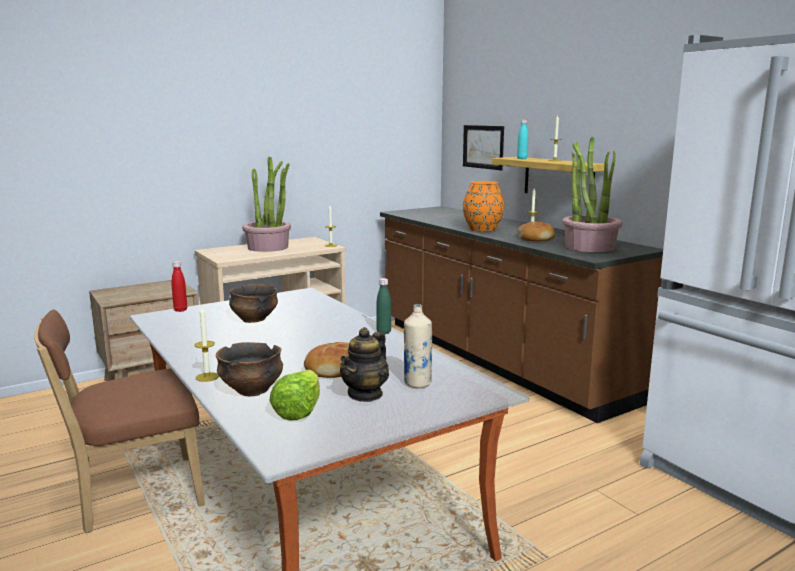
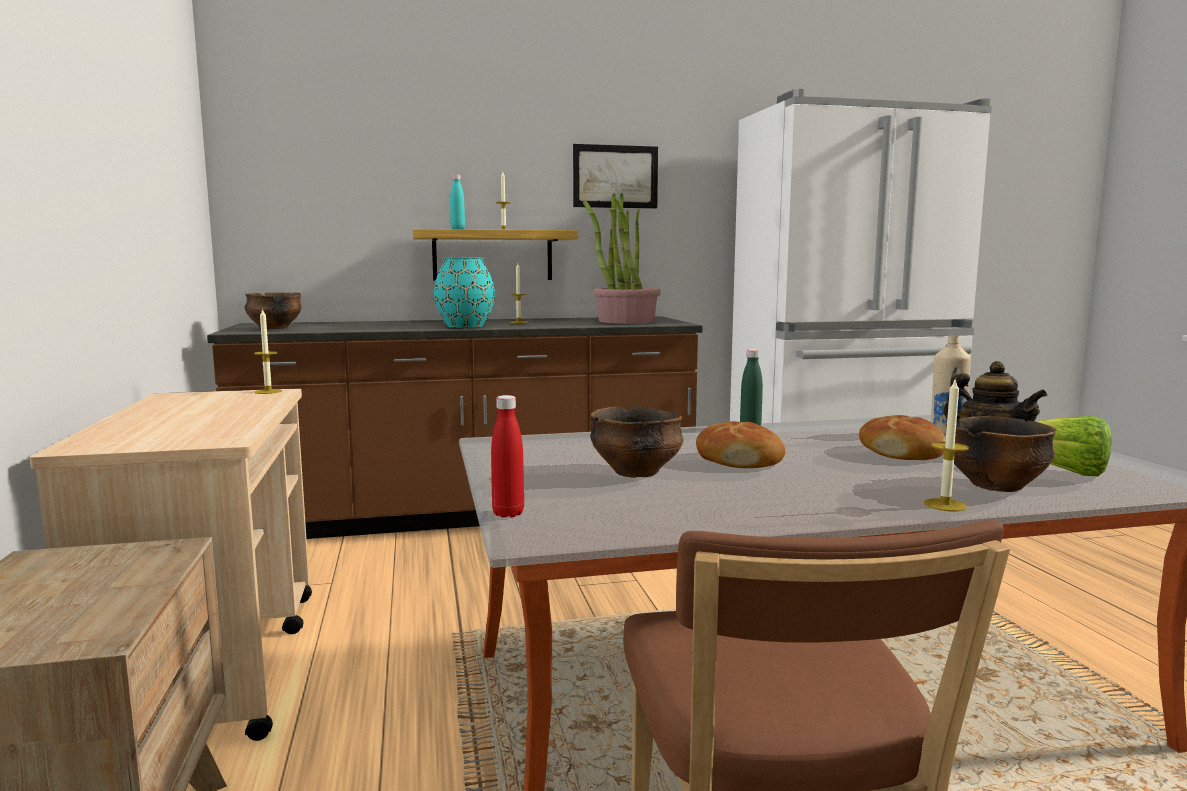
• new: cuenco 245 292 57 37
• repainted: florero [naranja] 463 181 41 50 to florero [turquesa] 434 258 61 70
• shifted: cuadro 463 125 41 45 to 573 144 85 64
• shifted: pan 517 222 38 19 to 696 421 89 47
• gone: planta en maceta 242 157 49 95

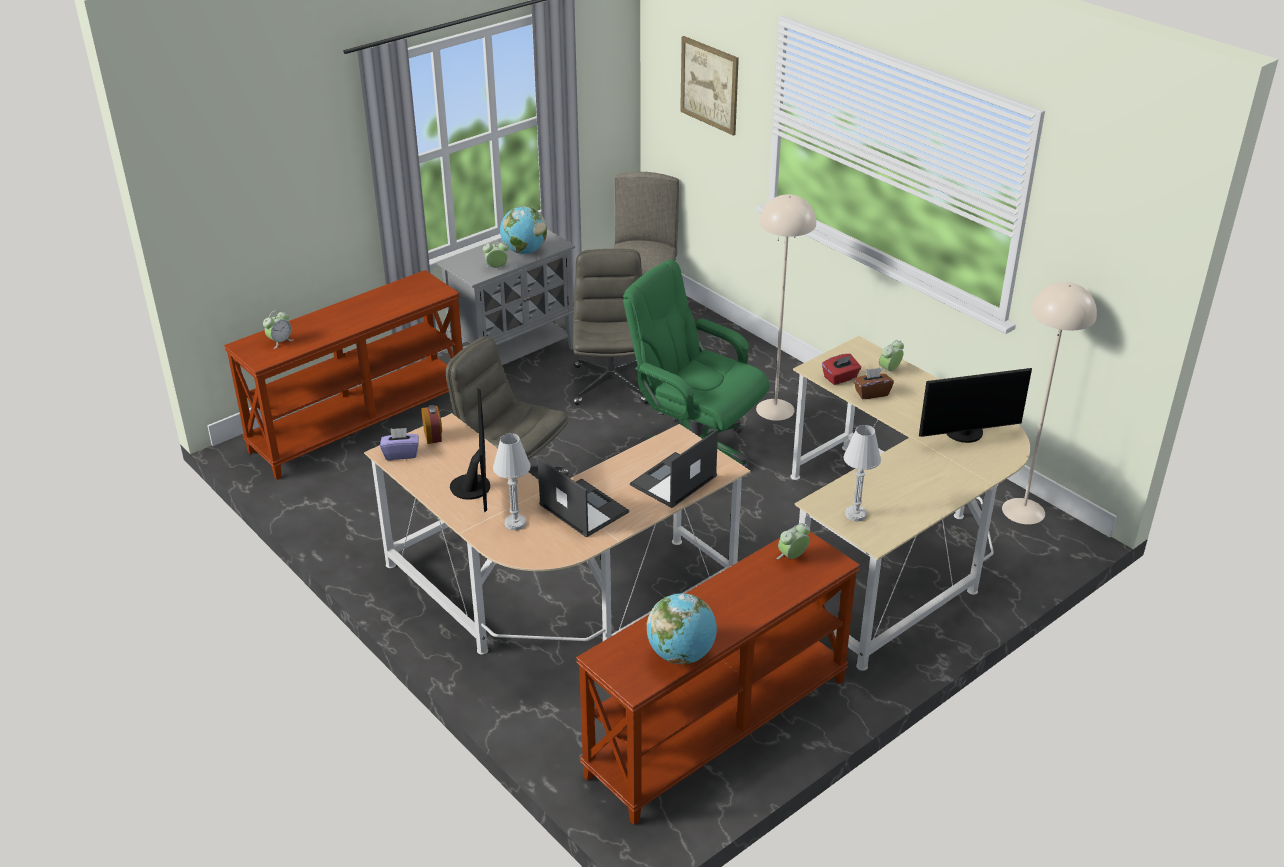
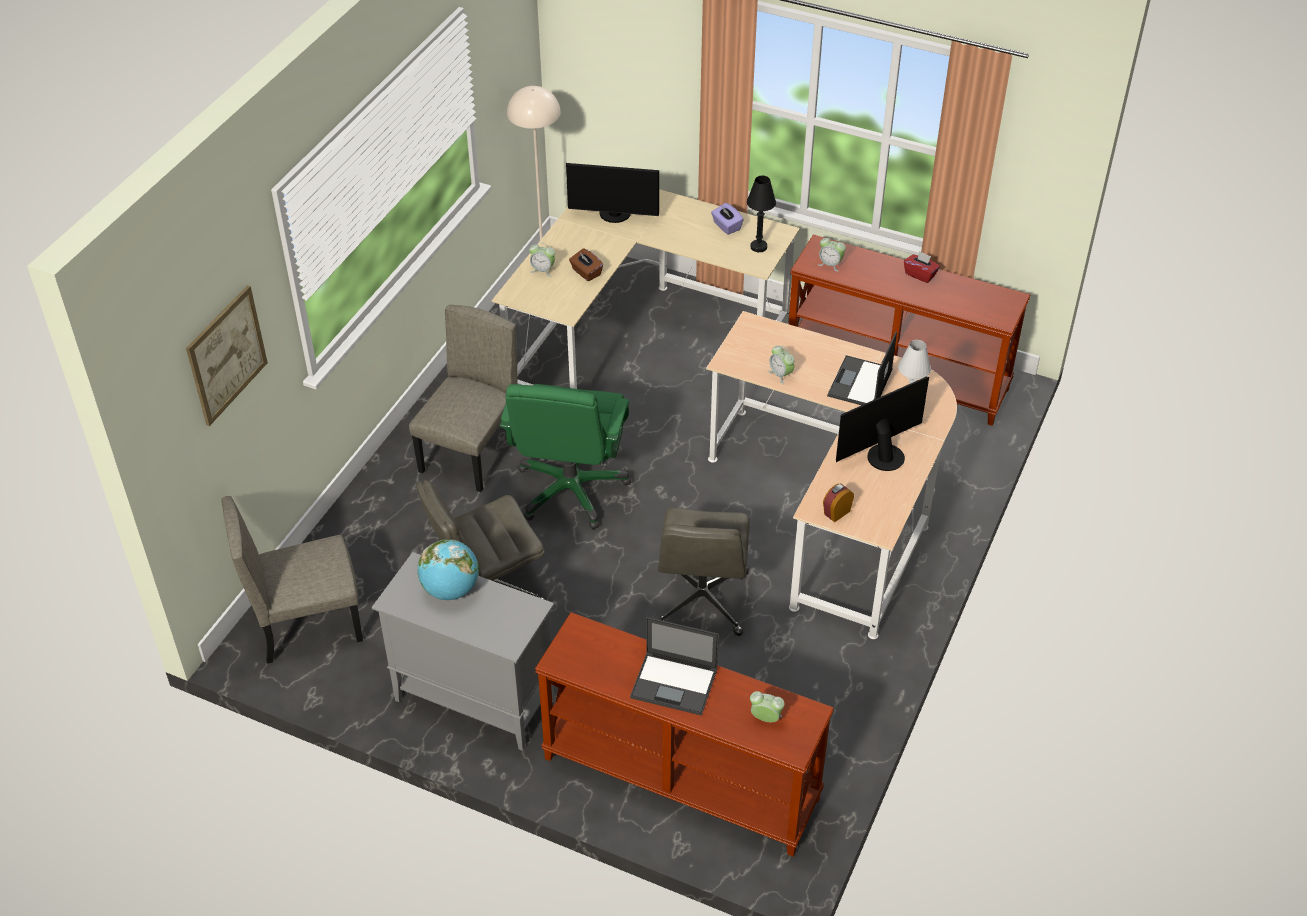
• swapped: lámpara de pie [beis] 756 194 60 227 to silla [beis] 409 305 108 187
• rotated: monitor 919 368 113 75 = 566 163 93 60 135 degrees clockwise
• shifted: portátil 630 429 88 79 to 630 617 89 98
• shifted: caja de pañuelos [morado] 380 428 39 32 to 711 203 33 32
• repainted: lámpara de mesa [blanco] 844 425 37 96 to lámpara de mesa [negro] 747 176 29 76
• shifted: despertador 483 240 26 28 to 768 345 27 39
• shifted: caja de pañuelos [rojo] 822 354 39 31 to 904 251 36 32
• gone: globo terráqueo 647 594 70 70

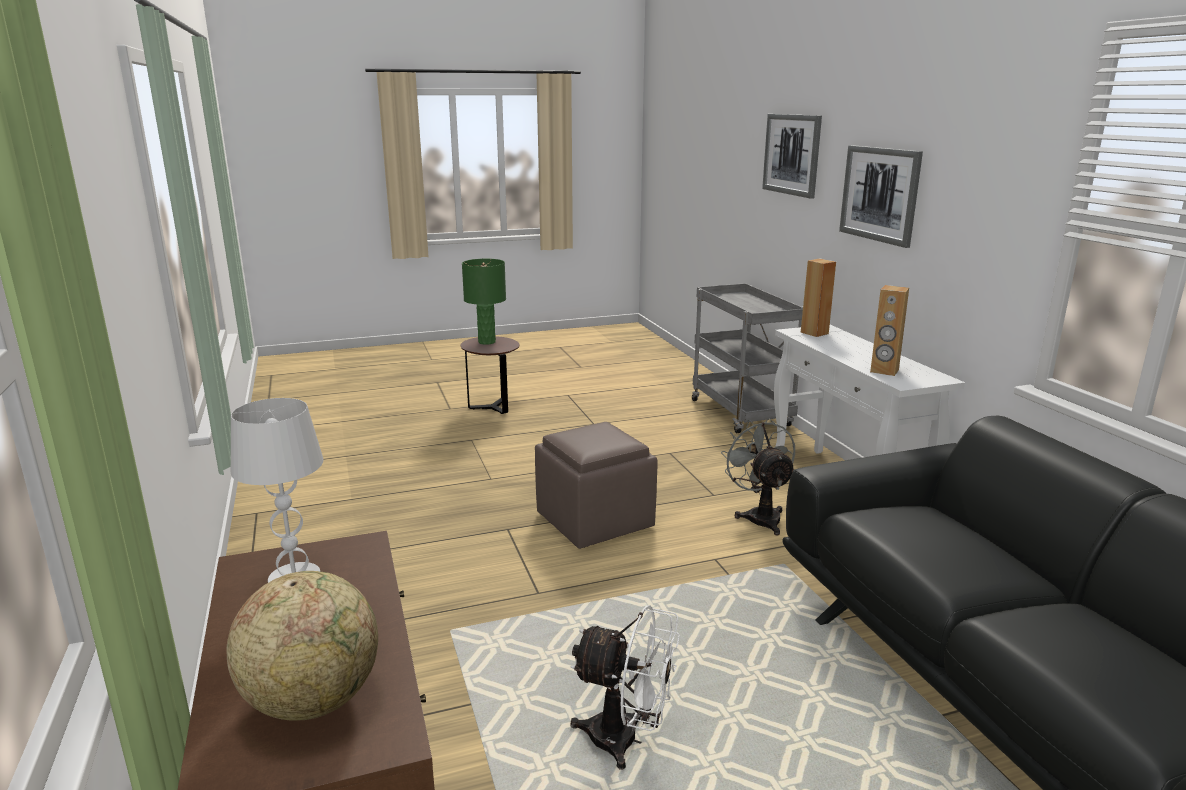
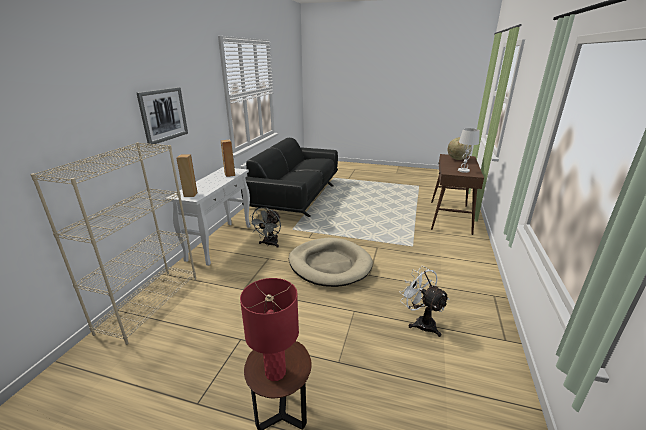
• swapped: carrito [gris] 692 283 111 150 to estantería [beis] 30 142 166 203
• repainted: lámpara de mesa [verde] 462 259 44 86 to lámpara de mesa [rojo] 240 278 59 103
• swapped: puf [marrón] 535 422 122 127 to cama para perro [beis] 289 238 84 49
• shifted: ventilador [blanco] 570 605 110 165 to 399 266 51 71
• gone: cuadro 762 114 60 85

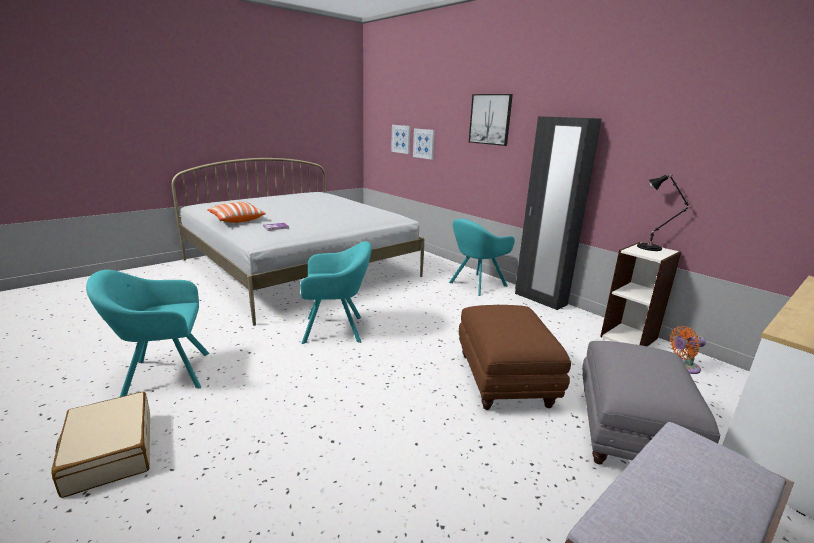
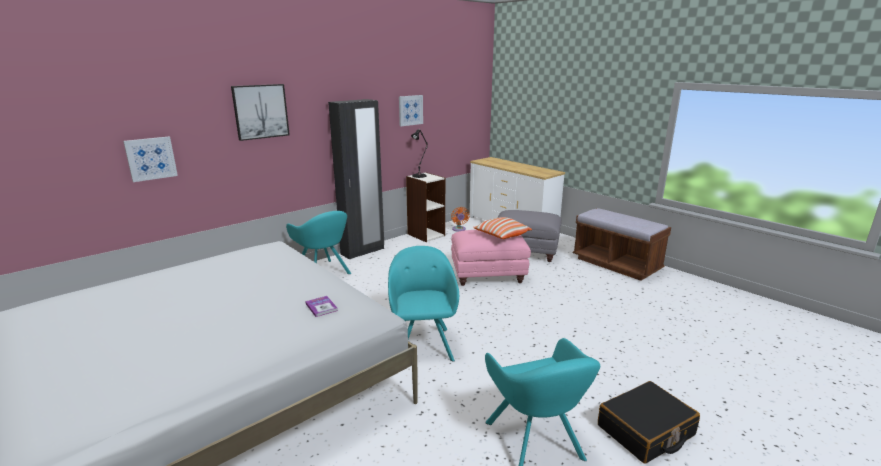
• shifted: cuadro 391 125 20 29 to 399 95 24 31
• repainted: puf [marrón] 459 305 112 105 to puf [rosa] 451 230 80 56
• shifted: cojín 207 202 59 21 to 473 217 59 22
• repainted: maleta [beis] 51 392 99 106 to maleta [negro] 598 381 102 83

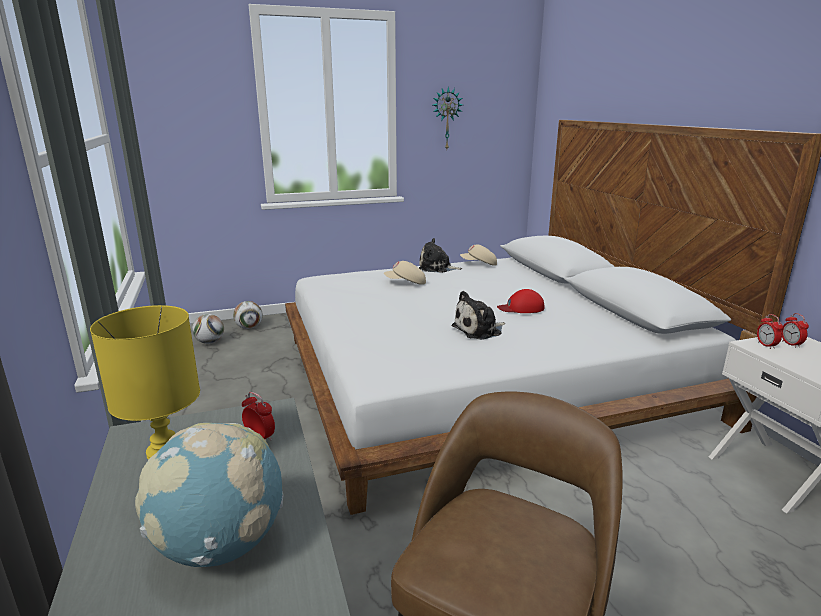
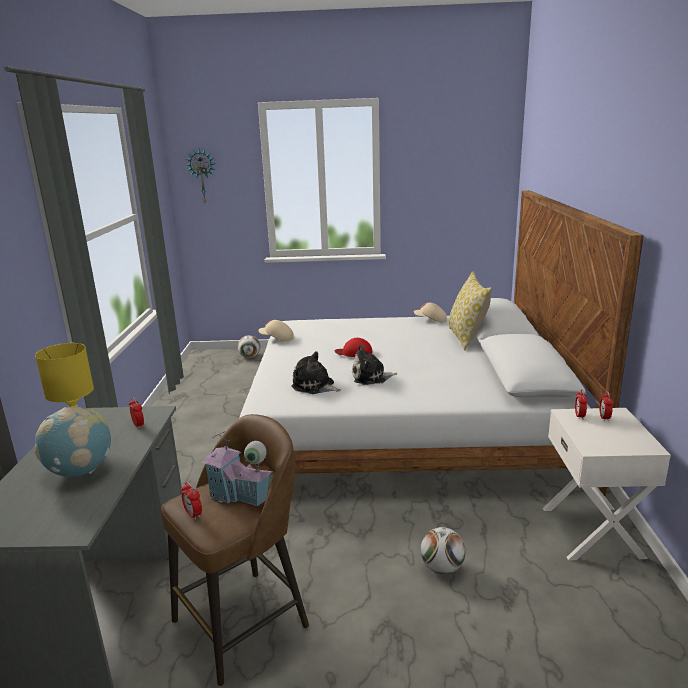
• new: despertador 181 481 21 39
• shifted: reloj de pared 433 86 30 63 to 186 149 29 54
• new: casita 201 431 72 75
• shifted: gorra [beis] 384 261 42 24 to 258 320 36 21
• shifted: peluche 419 238 44 35 to 292 351 49 43
• shifted: gorra [rojo] 497 289 47 24 to 335 338 37 19
• shifted: balón de fútbol 192 314 32 30 to 420 527 45 47
• new: cojín 449 271 43 79

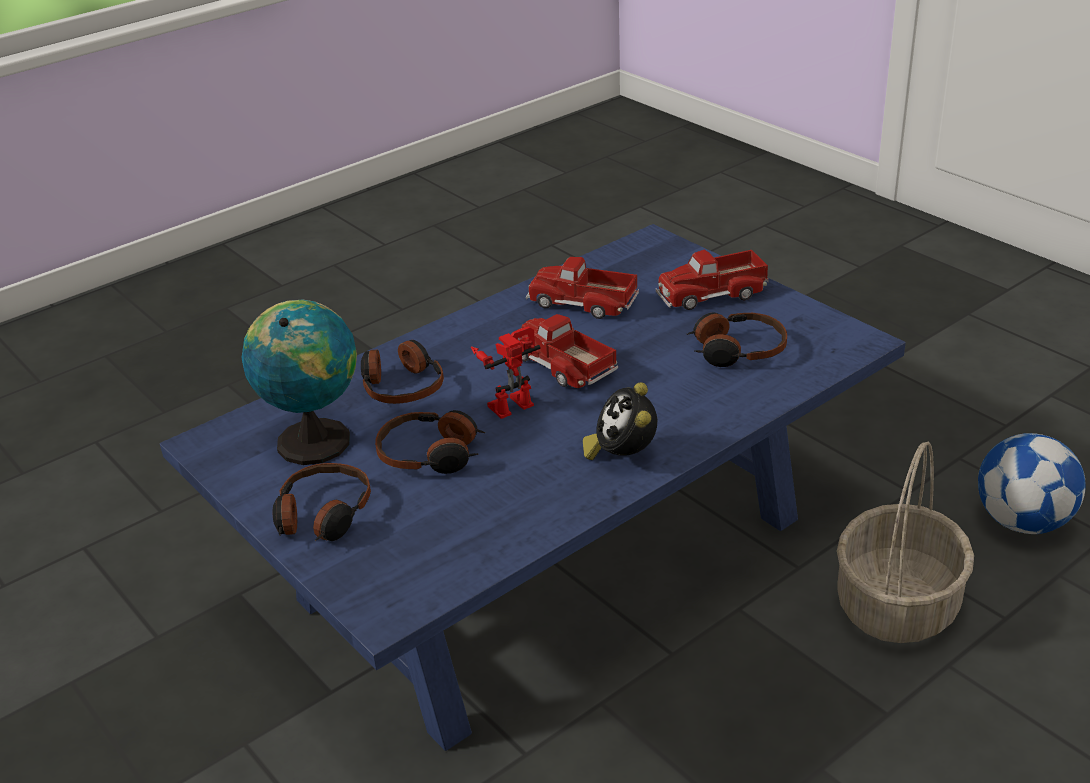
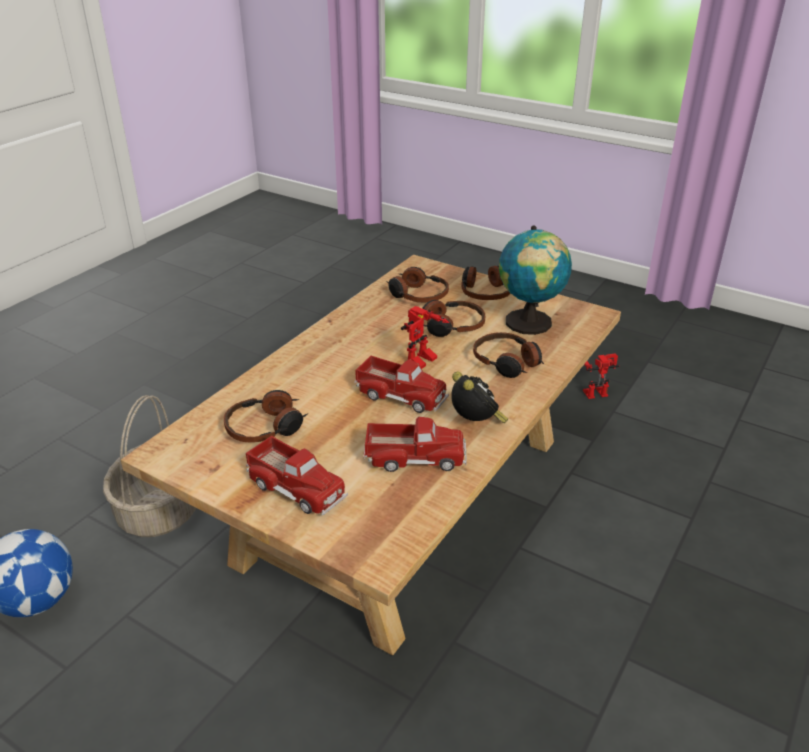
• repainted: mesa de centro [azul] 160 224 746 527 to mesa de centro [beis] 121 255 500 400
• rotated: camión de juguete 656 250 113 60 = 246 436 102 79 75 degrees clockwise
• new: auriculares 386 267 63 36
• shifted: despertador 583 382 74 78 to 451 372 57 51
• new: robot de juguete 583 354 36 45

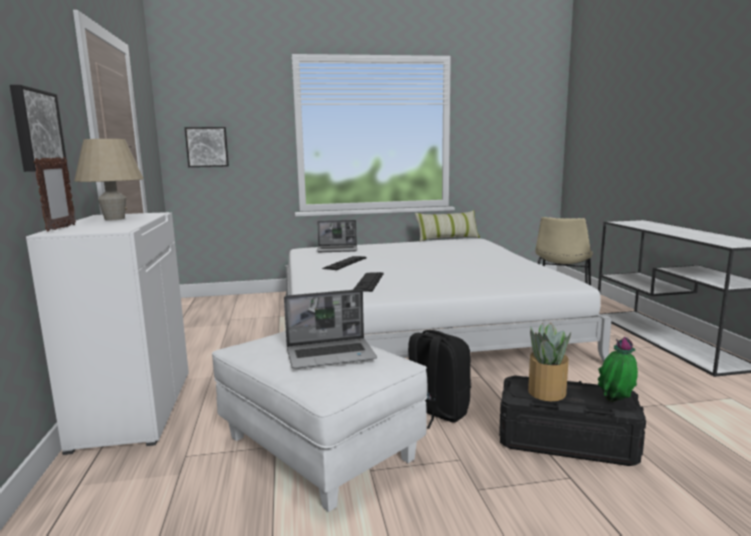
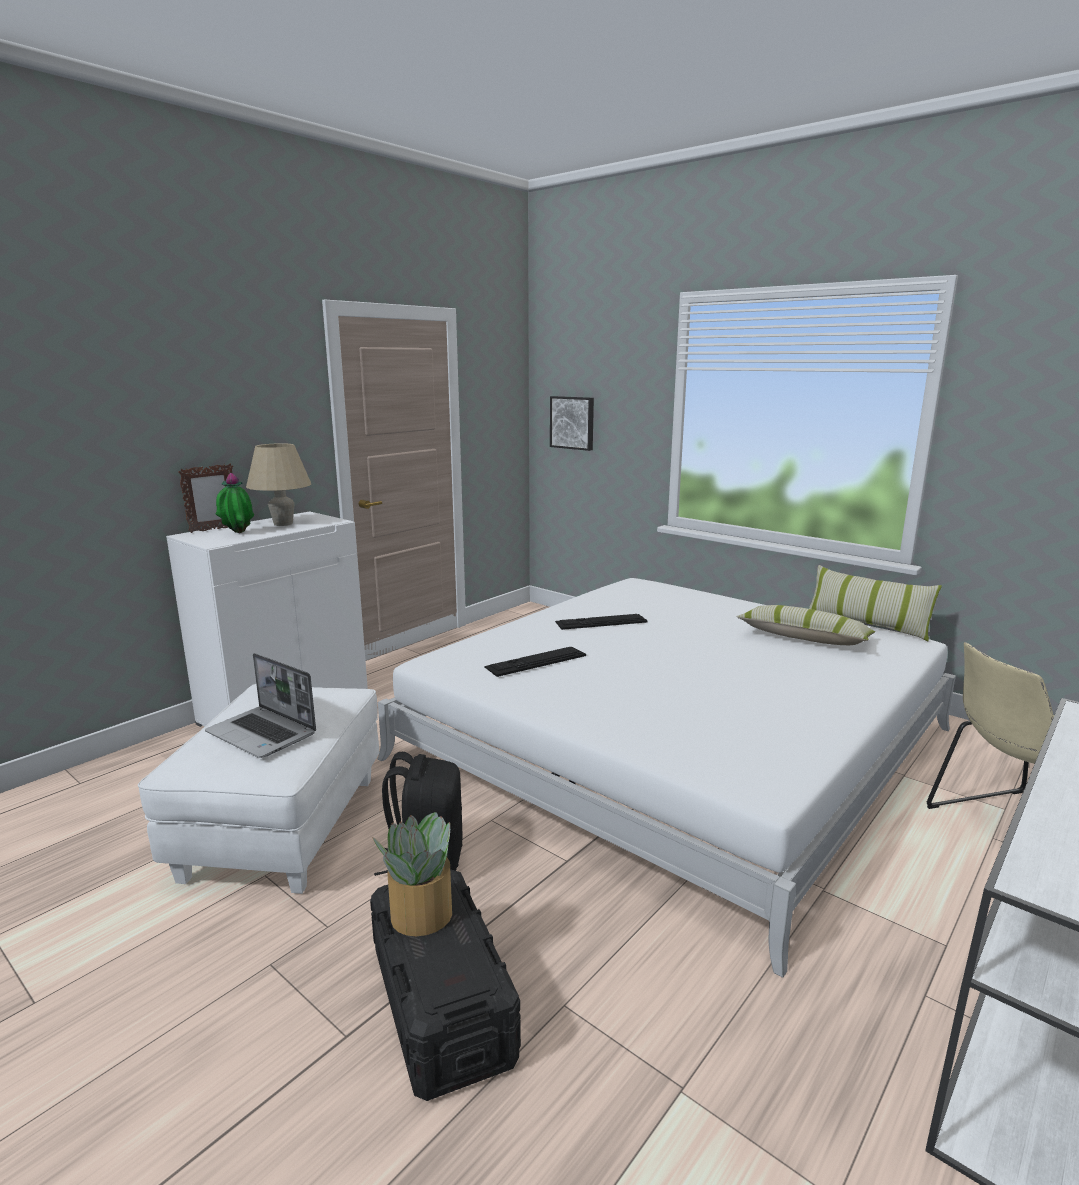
• shifted: planta en maceta 598 337 40 65 to 216 473 38 60
• new: cojín 737 605 138 40
• gone: cuadro 10 85 58 87
• gone: portátil 317 220 40 32

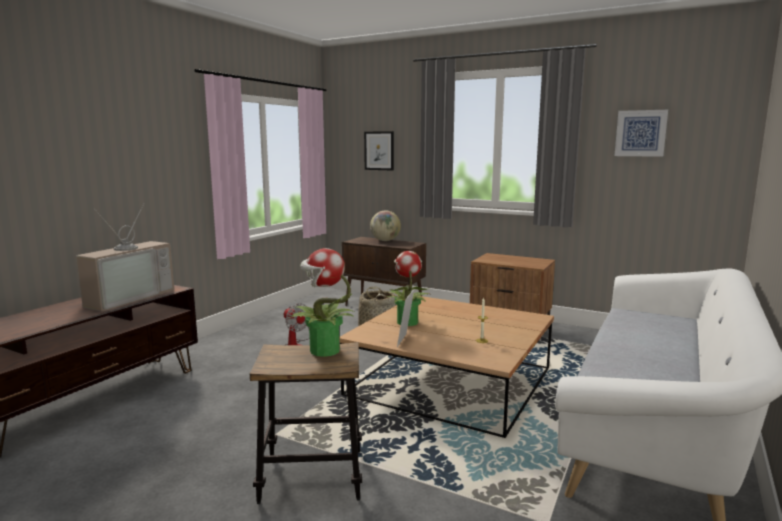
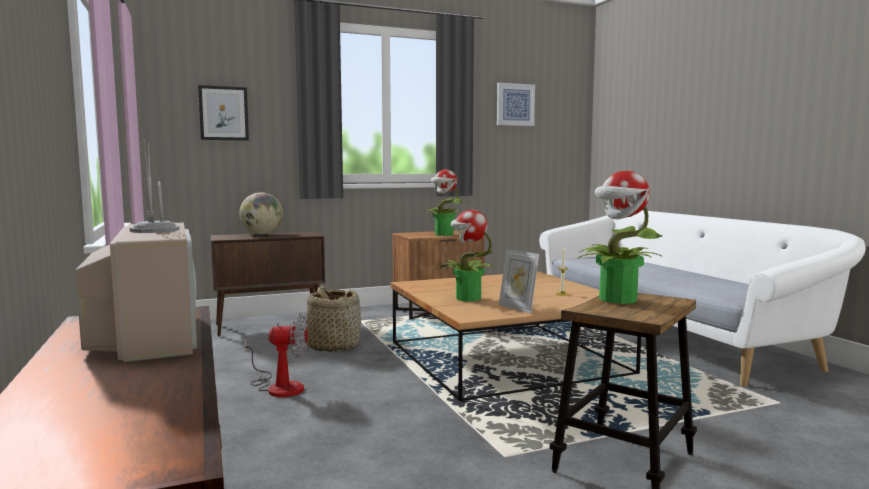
• new: planta en maceta 424 169 40 67

